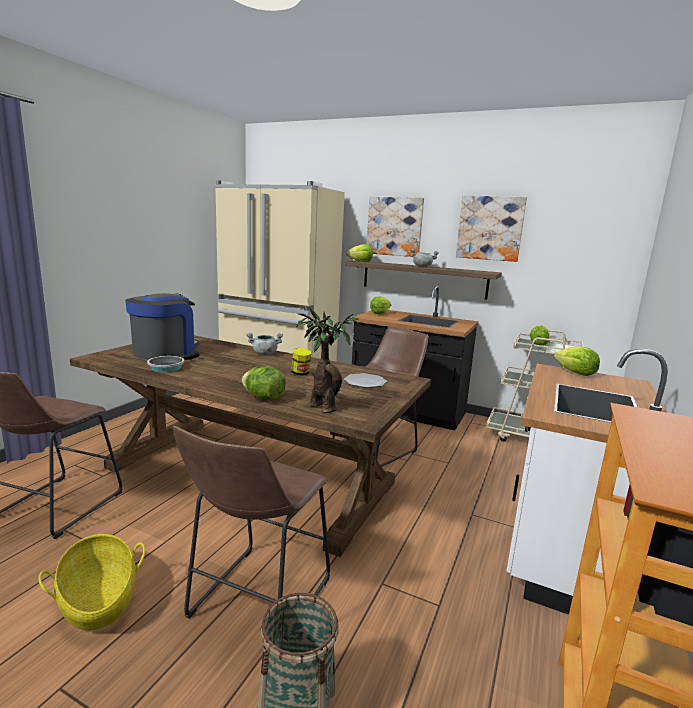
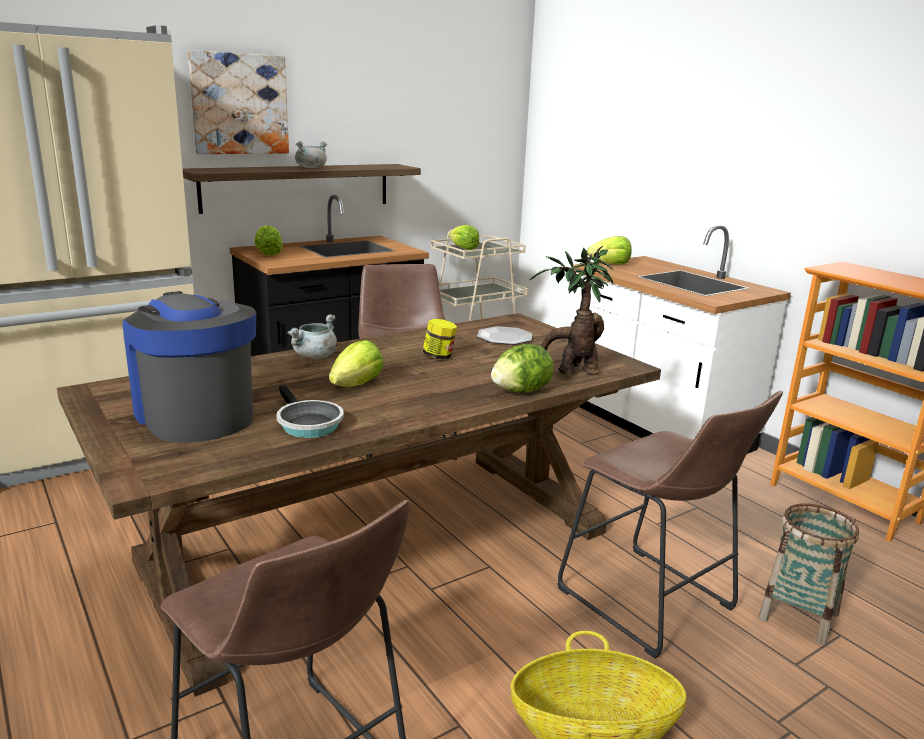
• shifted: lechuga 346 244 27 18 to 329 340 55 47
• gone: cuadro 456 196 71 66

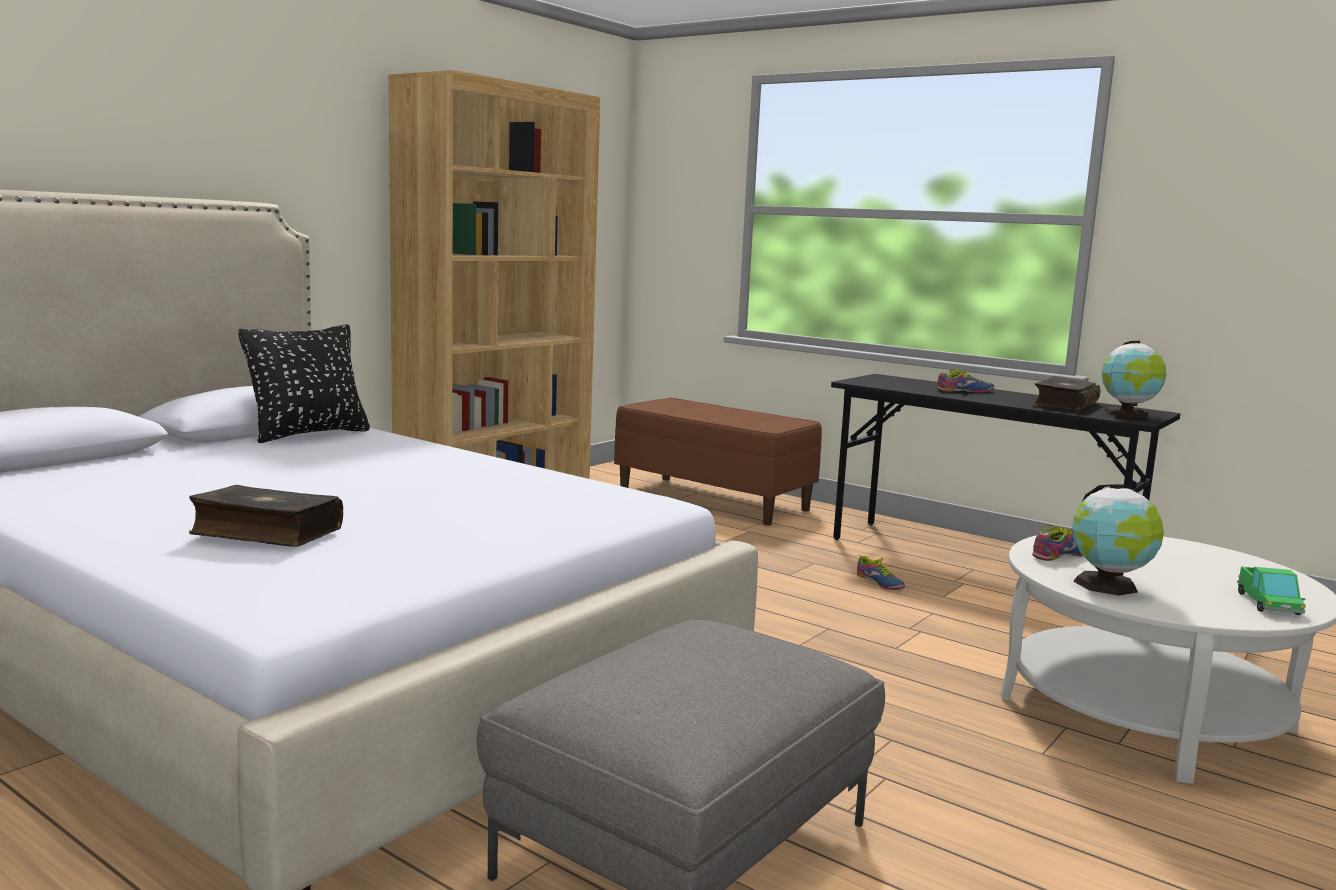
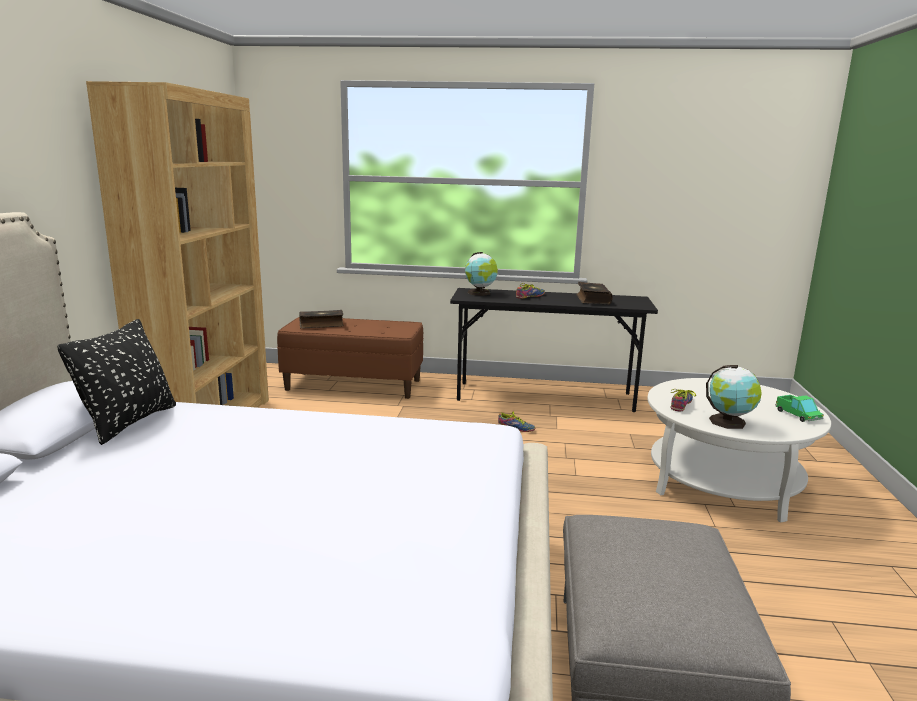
• shifted: libro 189 485 154 62 to 299 310 45 19
• shifted: globo terráqueo 1102 341 65 77 to 465 252 33 44

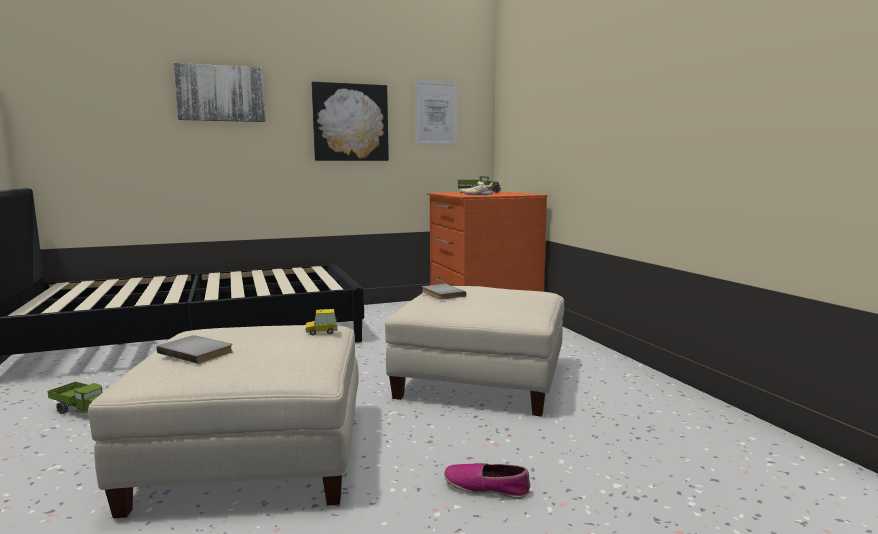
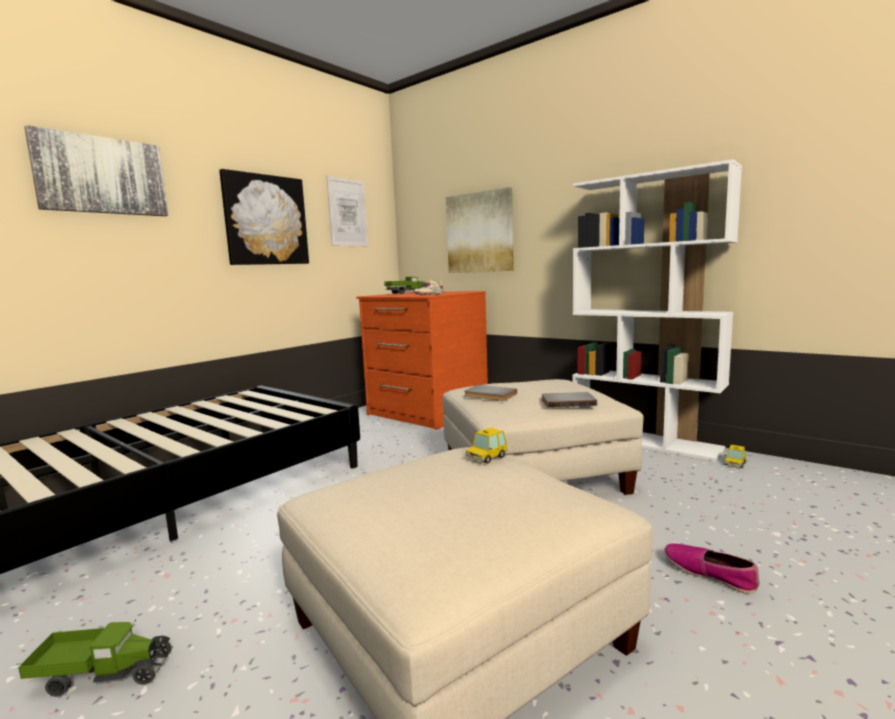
• new: cuadro 446 187 68 86
• shifted: libro [gris] 157 335 76 29 to 542 392 55 16
• new: estantería [blanco] 572 159 170 302
• rotated: zapato 444 463 86 36 = 664 543 96 51 60 degrees clockwise
• new: coche de juguete 725 445 21 23

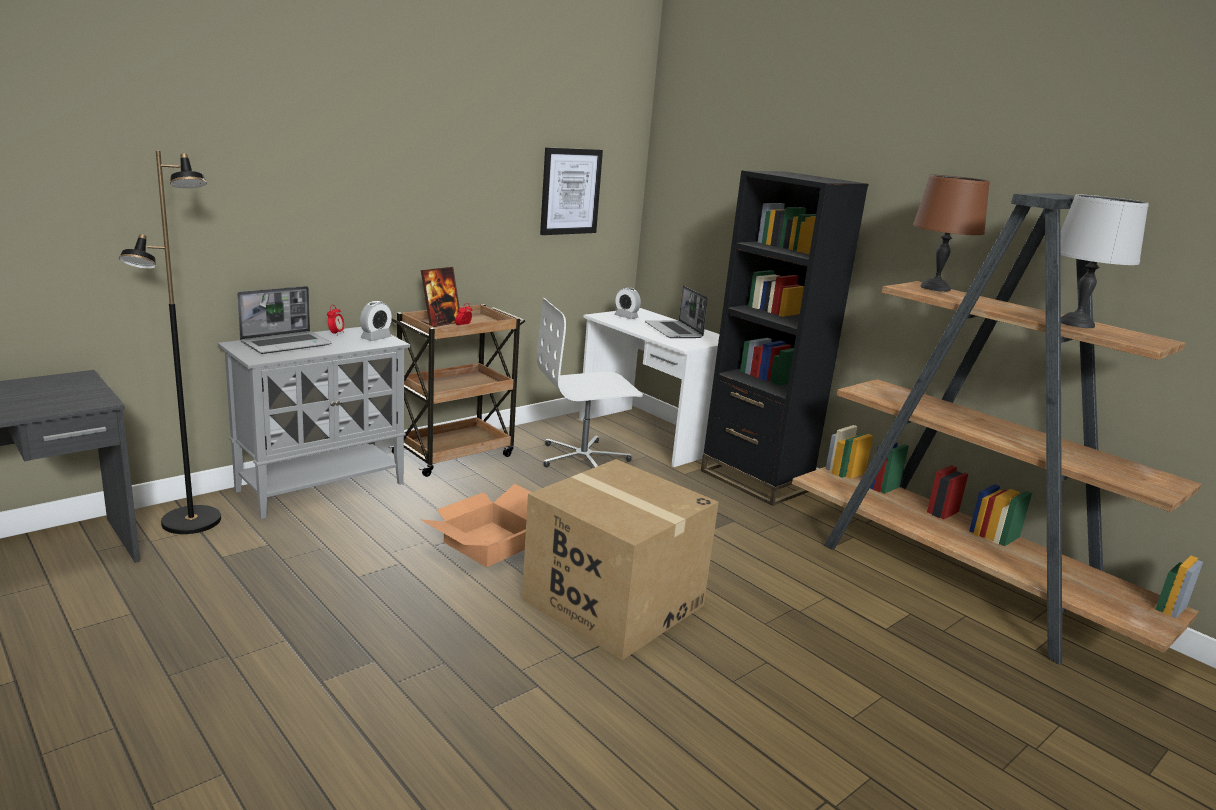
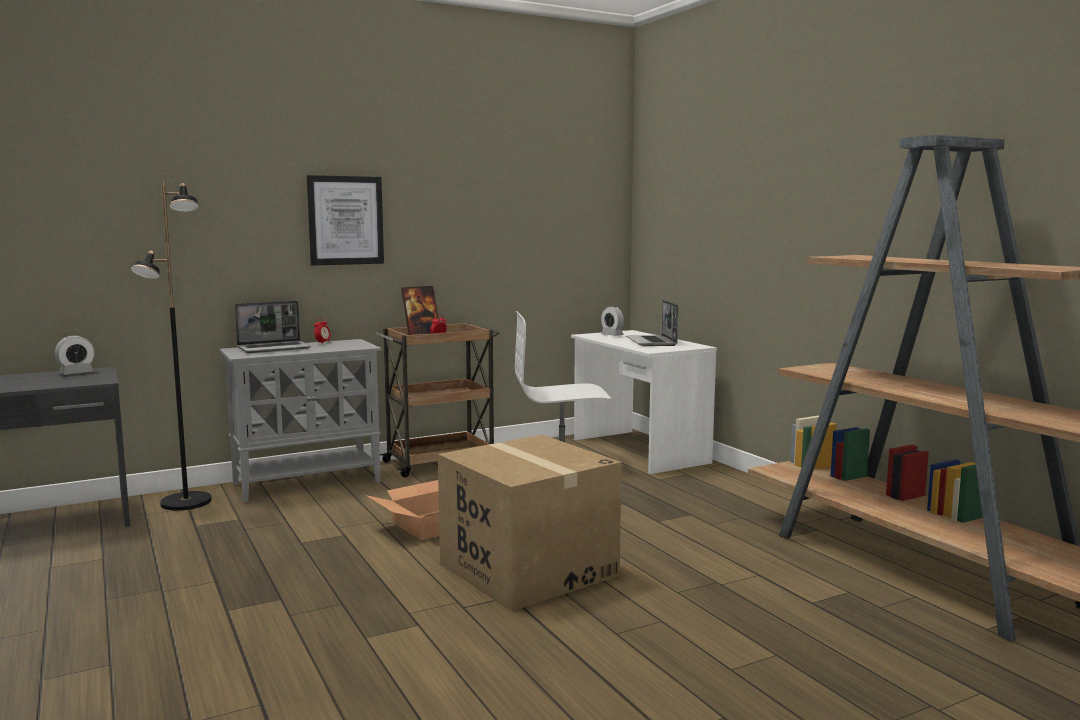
• shifted: despertador 360 301 32 40 to 55 335 40 40
• shifted: cuadro 540 147 63 88 to 307 175 77 91
• gone: estantería [negro] 701 170 168 336
• gone: lámpara de mesa [marrón] 913 174 77 118
• gone: lámpara de mesa [gris] 1060 194 89 134

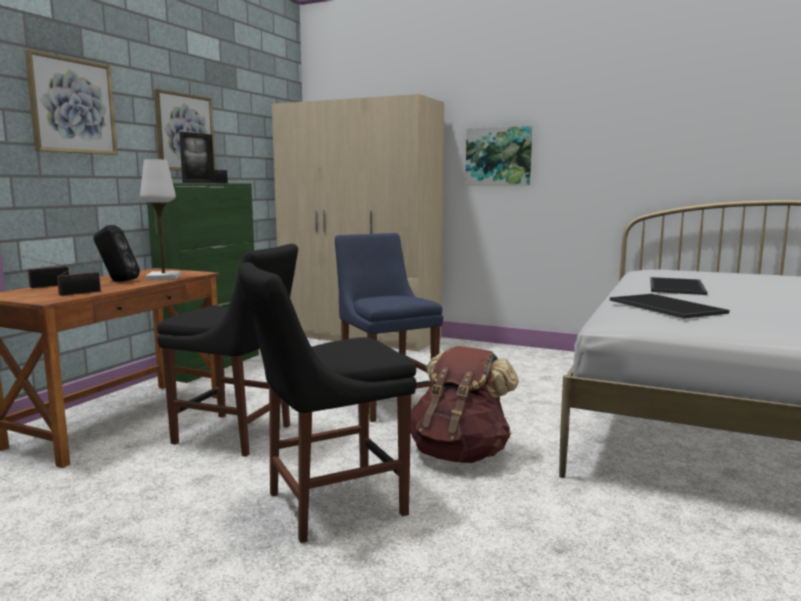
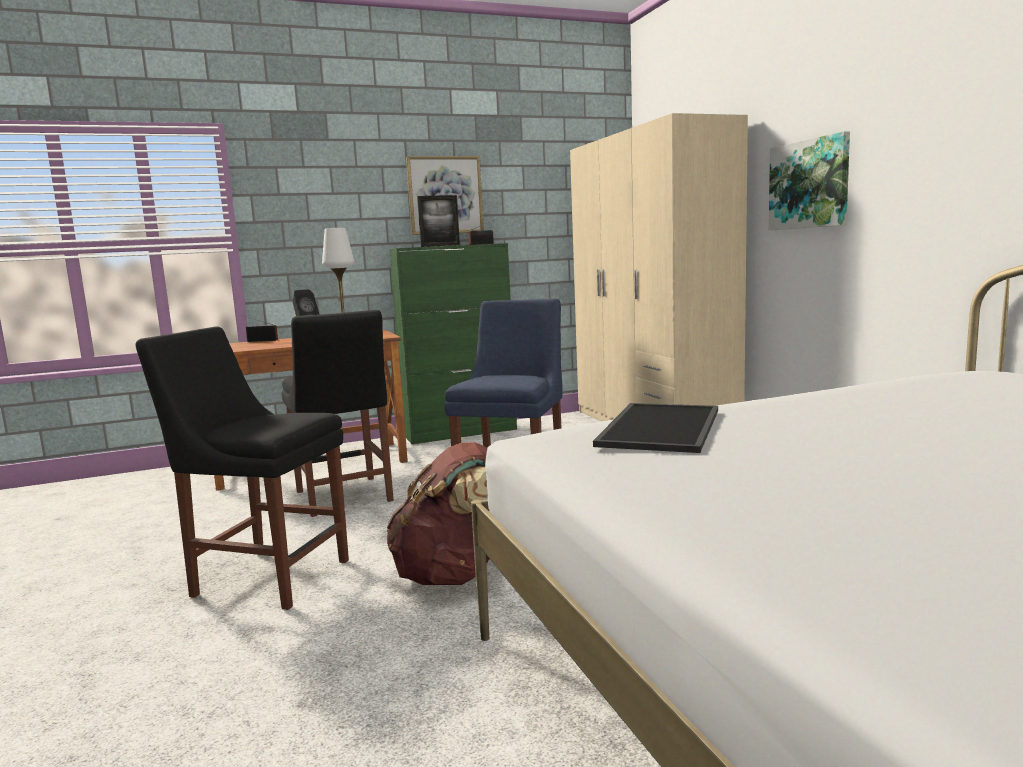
• gone: cuadro 25 50 93 105
• gone: radio 57 258 44 38
• gone: bandeja 650 277 57 18

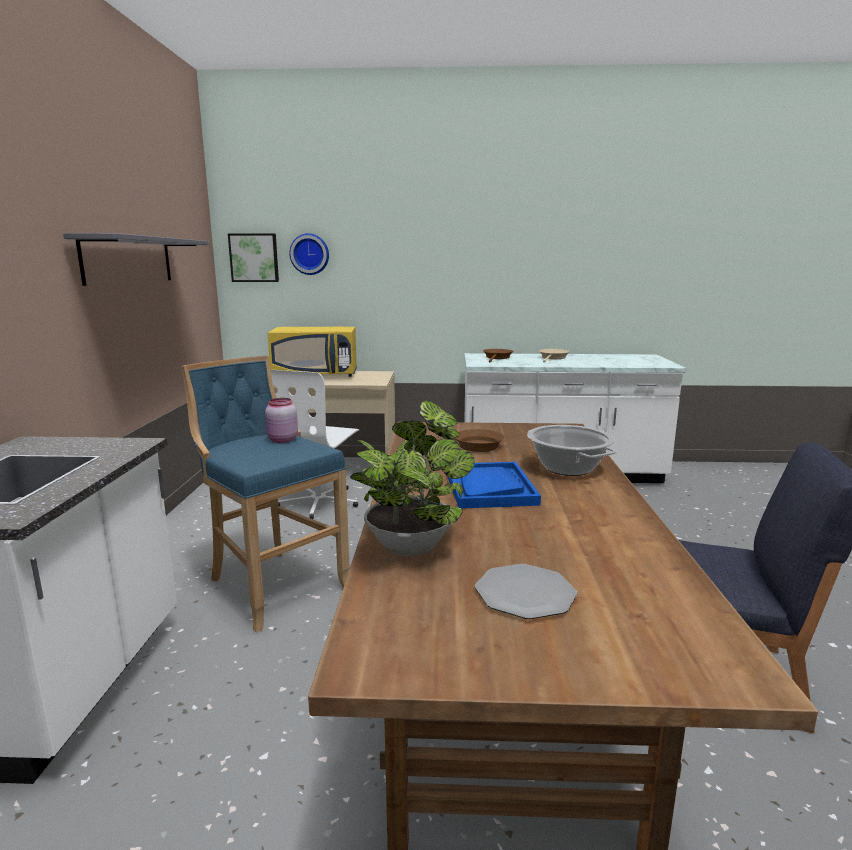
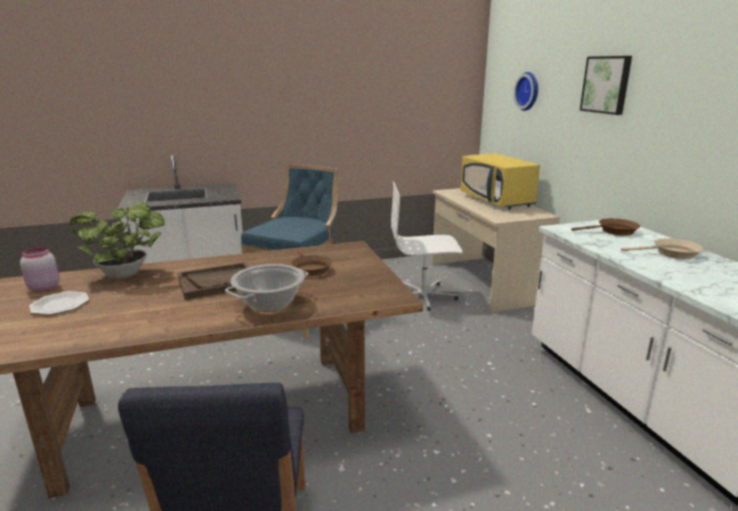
• shifted: tarro [rosa] 265 398 33 45 to 20 247 40 45
• repainted: bandeja [azul] 447 462 94 47 to bandeja [marrón] 178 262 71 38
• shifted: cuadro 228 234 51 48 to 580 56 52 59
• gone: estante [gris] 63 233 146 53

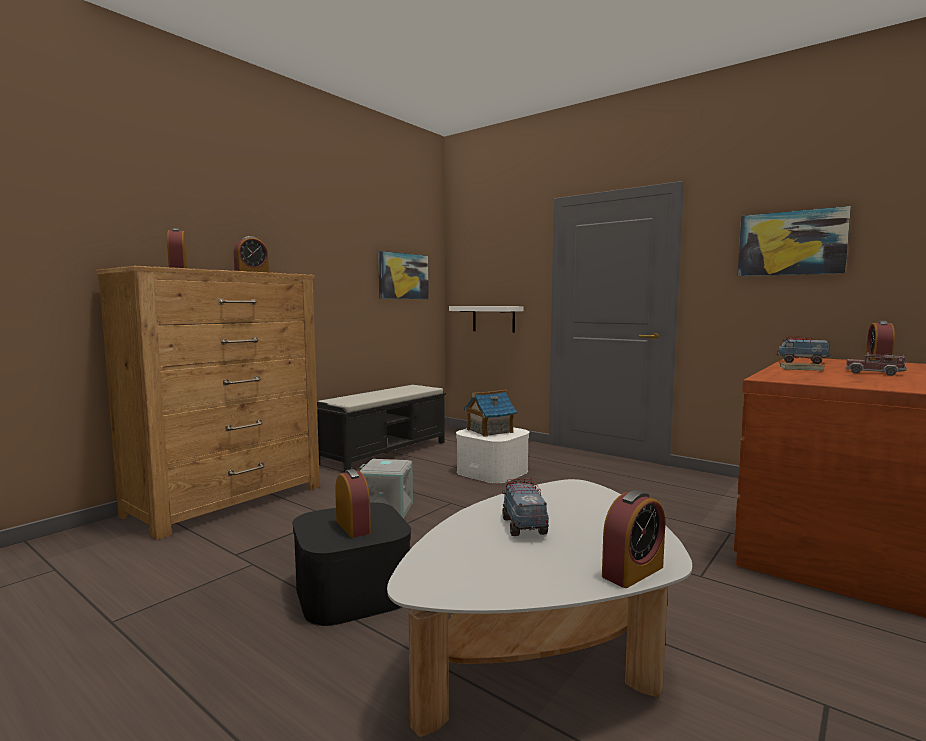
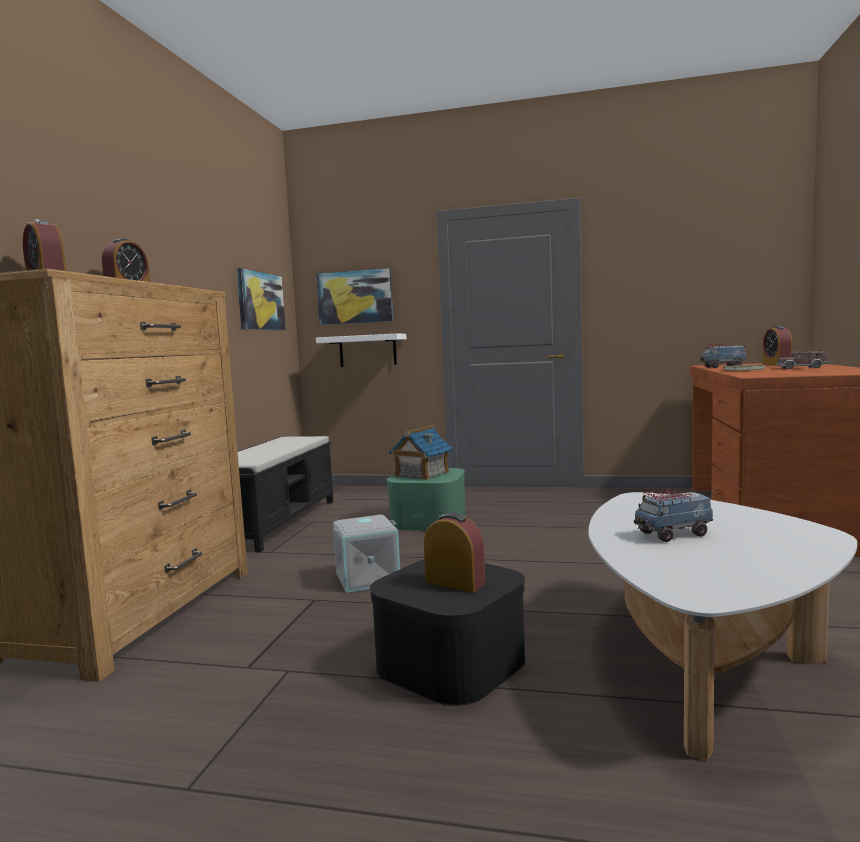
• shifted: cuadro 738 206 113 70 to 316 268 77 57
• repainted: caja de almacenaje [blanco] 456 427 73 56 to caja de almacenaje [verde] 387 468 79 63
• rotated: camión de juguete 502 479 47 57 = 634 488 79 54 75 degrees counterclockwise
• gone: despertador 602 490 63 98

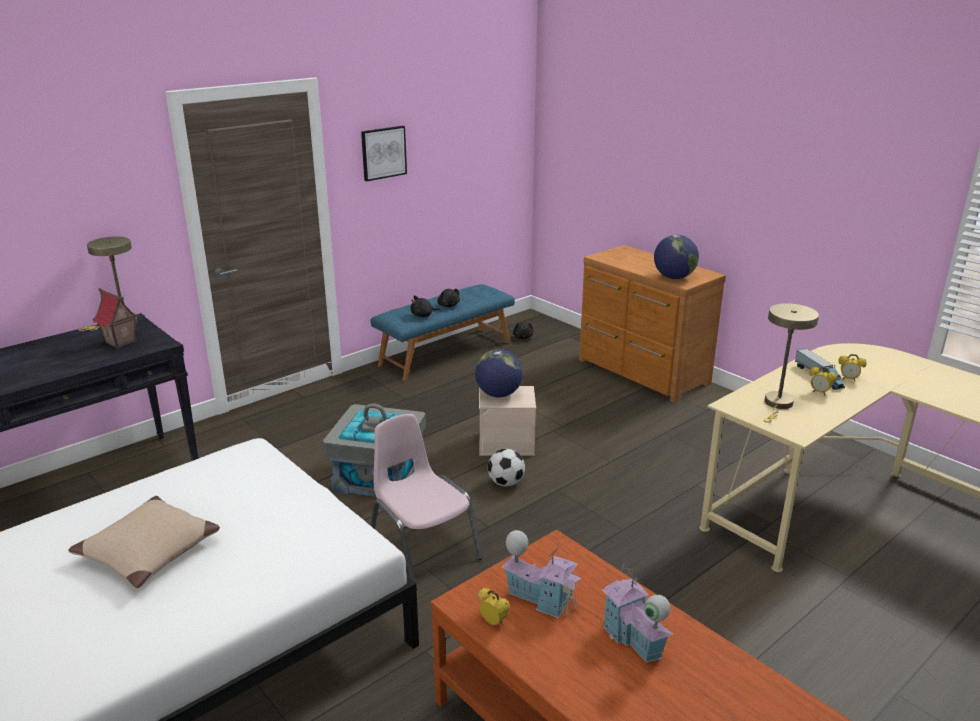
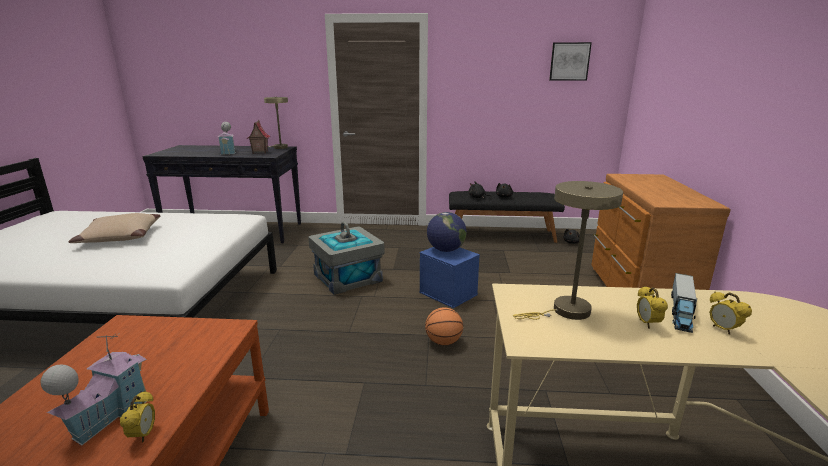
• shifted: despertador 478 588 32 37 to 120 391 35 51
• shifted: casita 501 530 81 88 to 218 122 18 33
• repainted: caja de almacenaje [beis] 479 386 57 70 to caja de almacenaje [azul] 419 247 61 61
• new: balón de baloncesto 425 307 38 38
• repainted: banco [azul] 370 284 145 97 to banco [negro] 449 191 116 52
• shifted: cuadro 361 126 46 55 to 549 42 43 39
• gone: silla [rosa] 370 414 113 176
• gone: balón de fútbol 488 449 37 37
• gone: globo terráqueo 654 235 45 44

